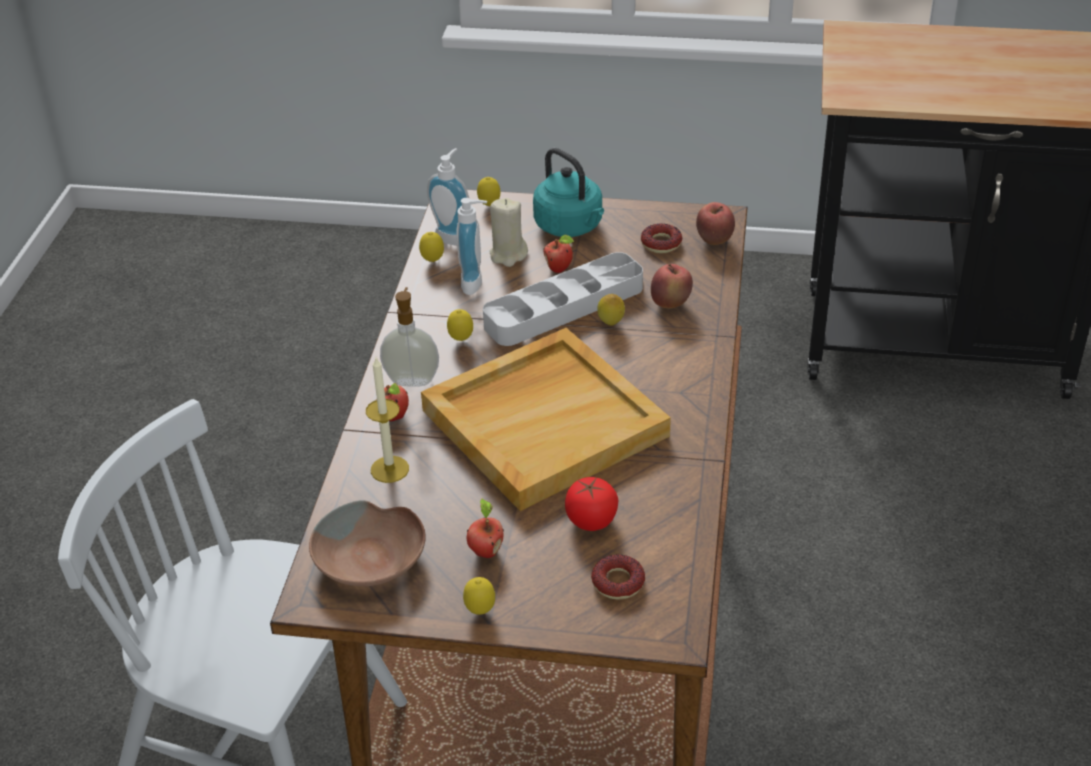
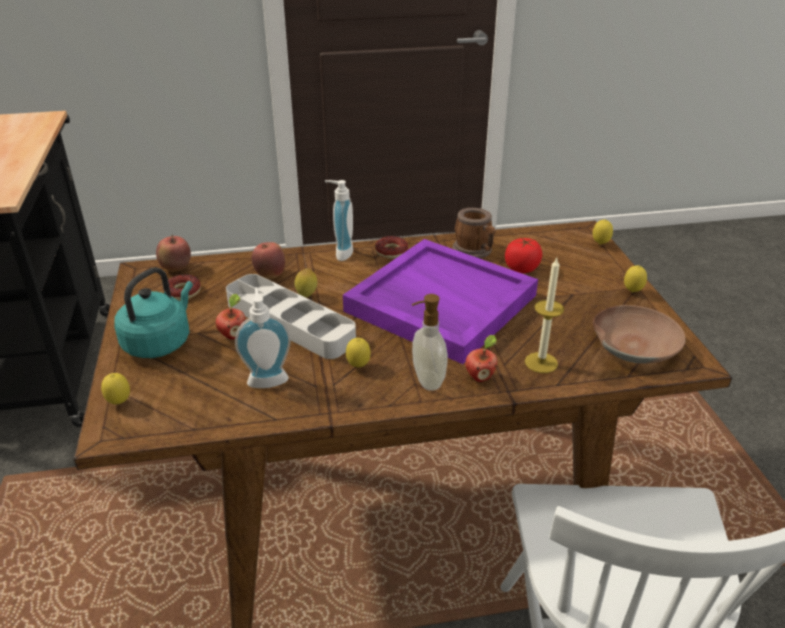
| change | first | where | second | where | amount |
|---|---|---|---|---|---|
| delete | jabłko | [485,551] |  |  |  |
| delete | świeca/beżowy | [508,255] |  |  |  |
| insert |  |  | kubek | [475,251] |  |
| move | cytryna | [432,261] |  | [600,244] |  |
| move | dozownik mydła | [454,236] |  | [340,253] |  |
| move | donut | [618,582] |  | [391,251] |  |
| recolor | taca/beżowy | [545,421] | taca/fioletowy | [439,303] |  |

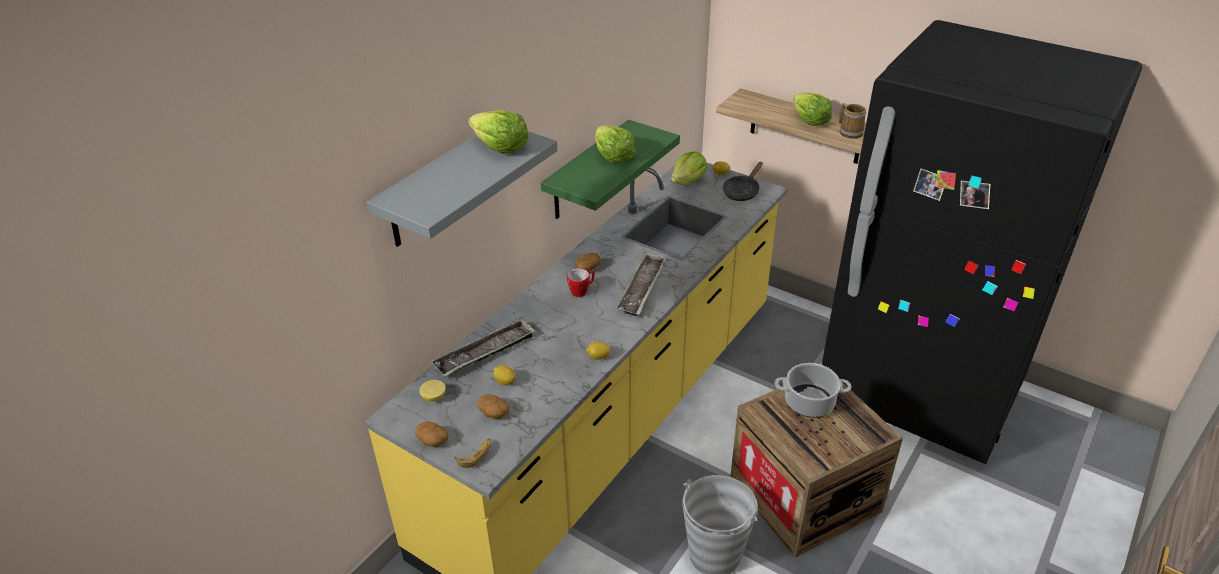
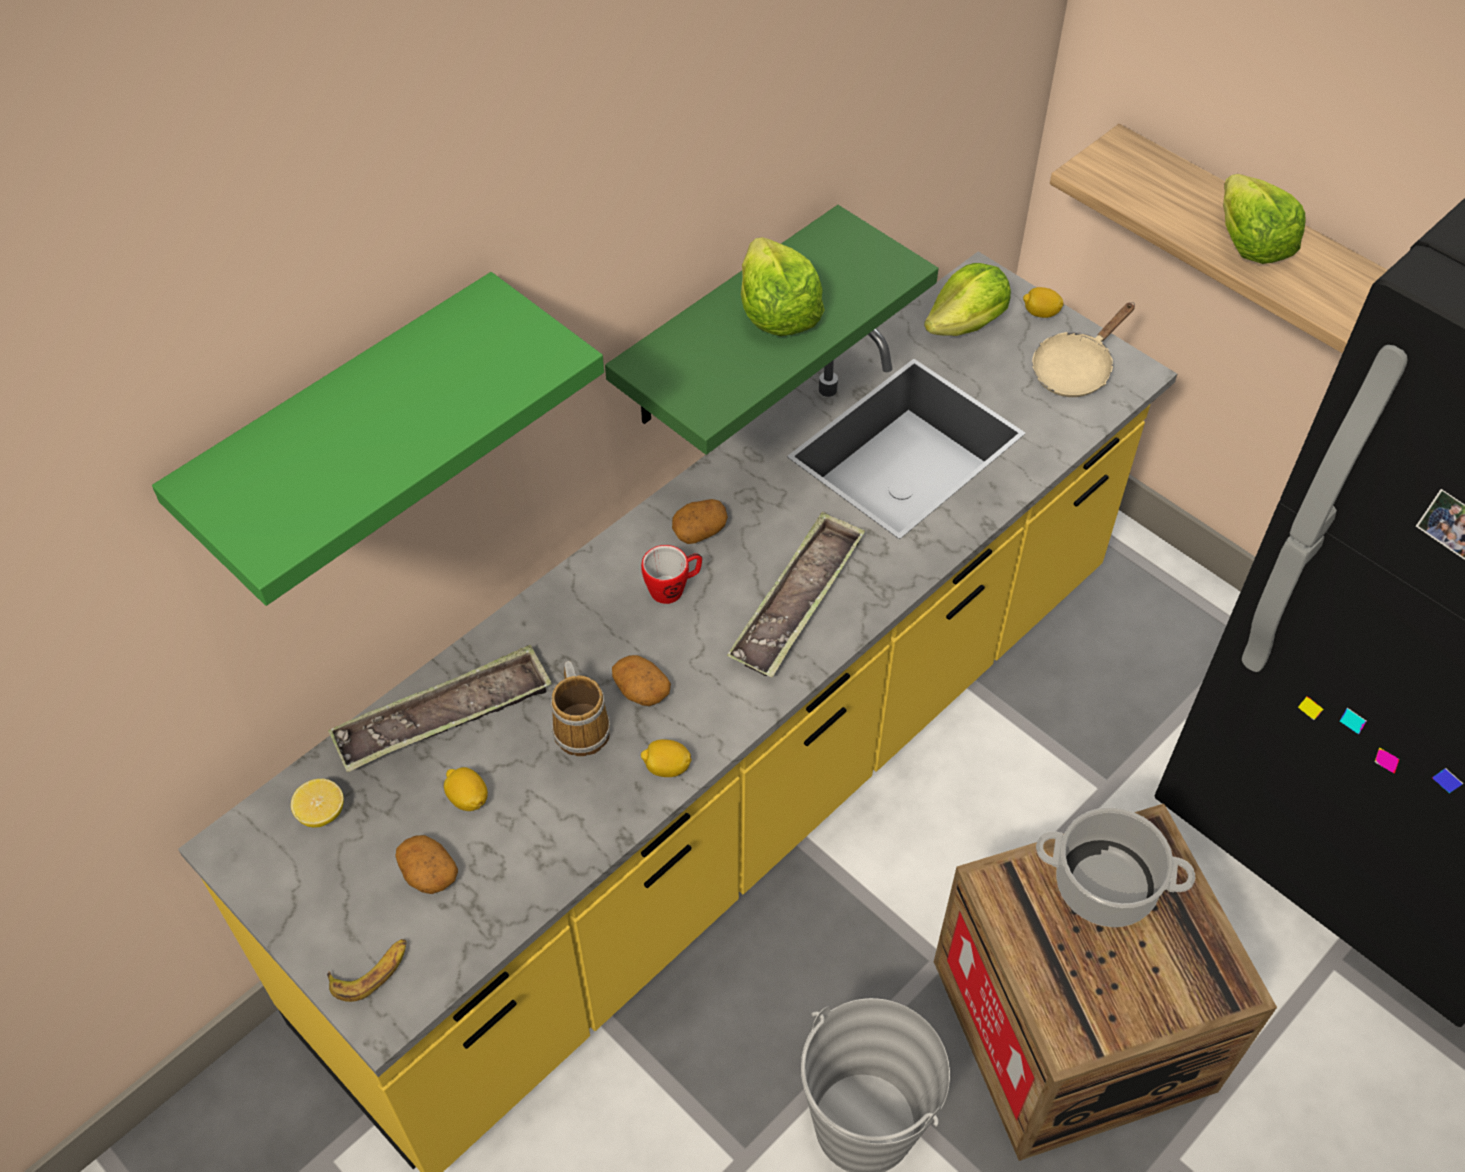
| change | first | where | second | where | amount |
|---|---|---|---|---|---|
| delete | sałata | [500,147] |  |  |  |
| move | ziemniak | [432,440] |  | [641,690] |  |
| move | kubek | [850,132] |  | [583,727] |  |
| recolor | półka/szary | [440,186] | półka/zielony | [344,420] |  |
| recolor | patelnia/czarny | [742,191] | patelnia/beżowy | [1075,369] |  |

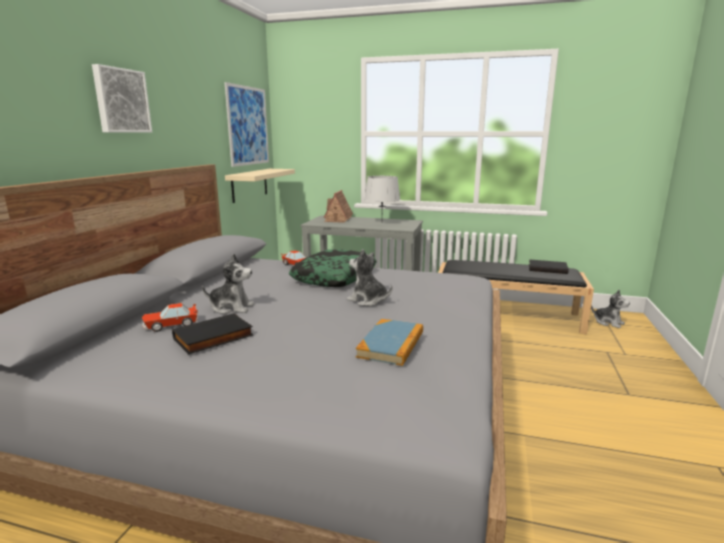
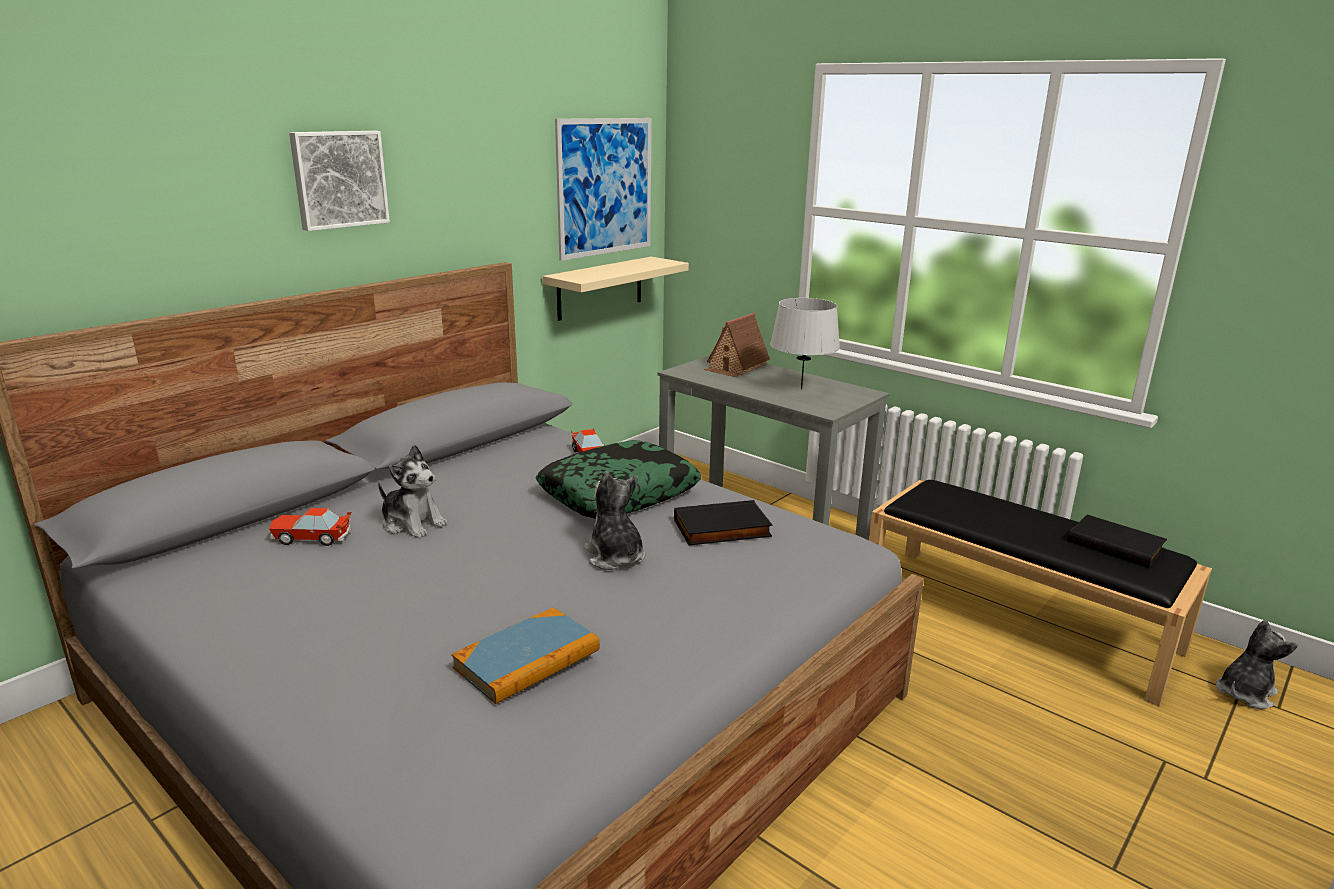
| change | first | where | second | where | amount |
|---|---|---|---|---|---|
| move | książka/czarny | [213,338] |  | [722,529] |  |
| rotate | pluszak | [608,322] |  | [1244,693] | 105 degrees counterclockwise |

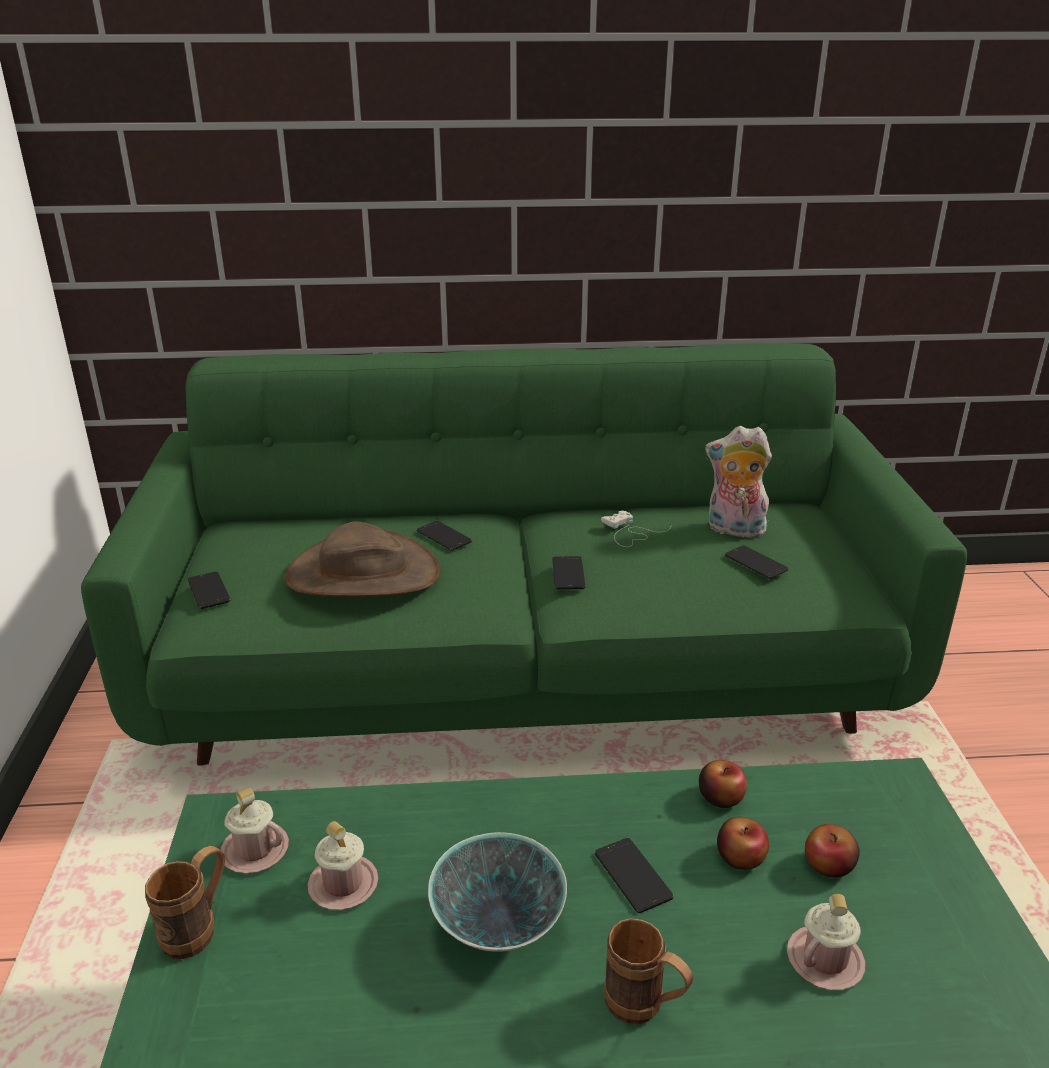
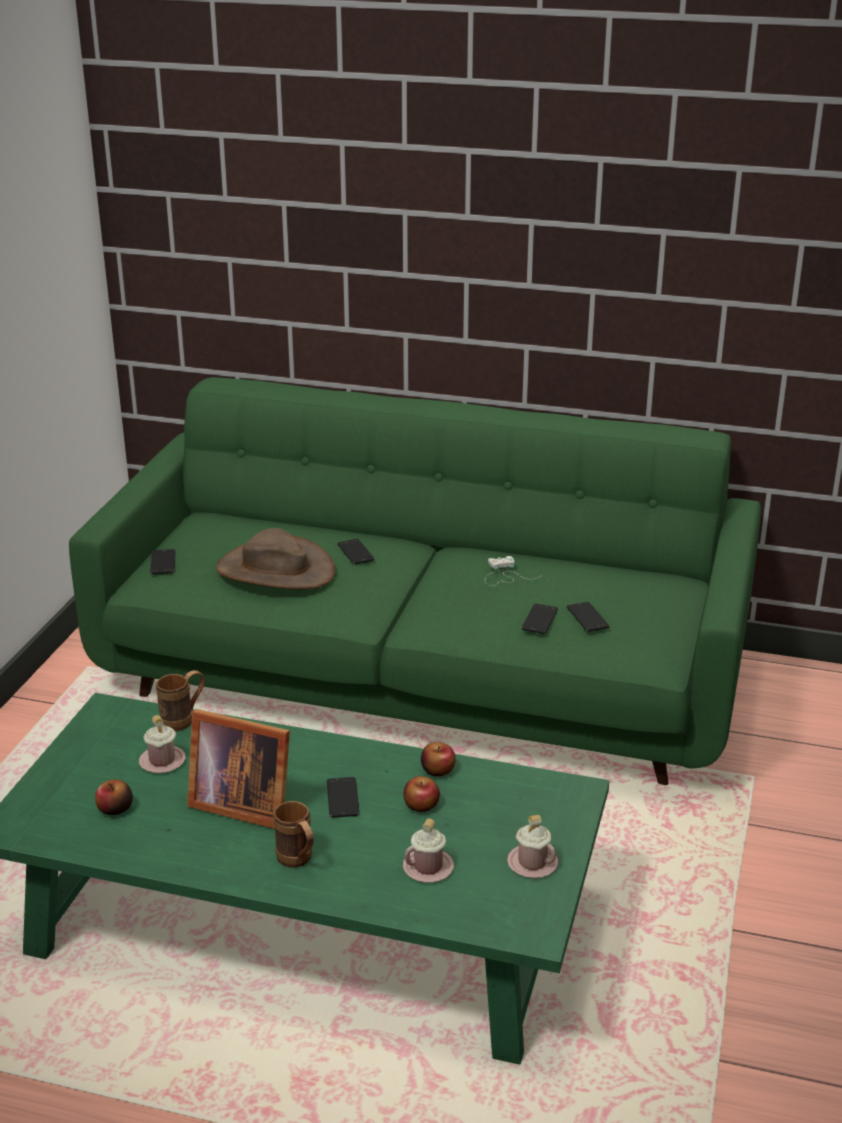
| change | first | where | second | where | amount |
|---|---|---|---|---|---|
| delete | pluszak | [733,530] |  |  |  |
| move | kubek/brązowy | [199,928] |  | [184,720] |  |
| move | kubek/różowy | [255,850] |  | [532,863] |  |
| move | telefon | [568,573] |  | [539,619] |  |
| move | jabłko | [829,865] |  | [115,809] |  |
| replace | miska | [498,926] | ramka na zdjęcie | [240,803] |  |

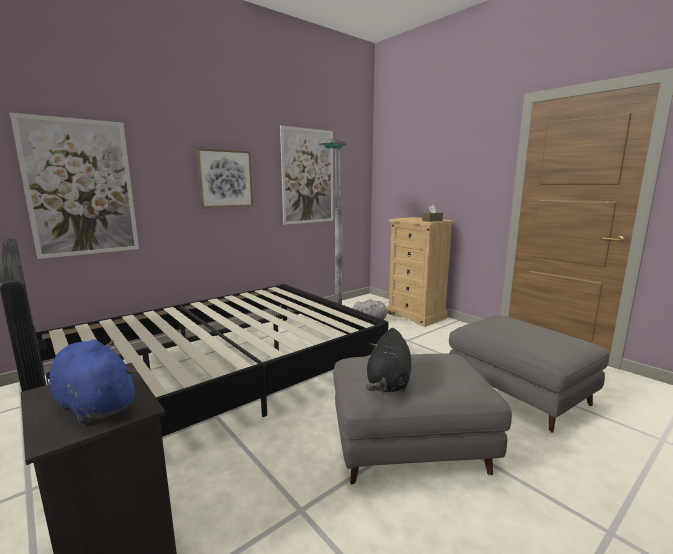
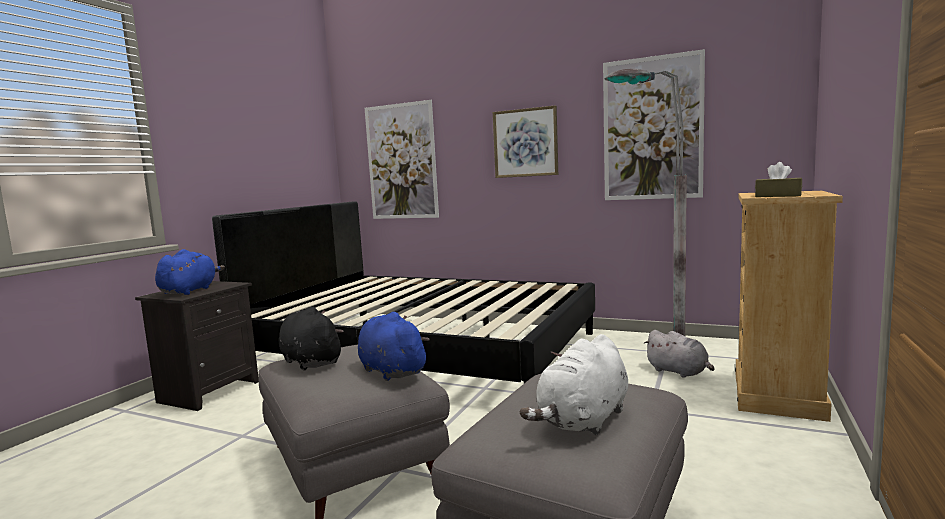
| change | first | where | second | where | amount |
|---|---|---|---|---|---|
| insert |  |  | pluszak/niebieski | [391,370] |  |
| insert |  |  | pluszak/biały | [583,420] |  |
| rotate | pluszak/czarny | [388,383] |  | [310,361] | 60 degrees clockwise |

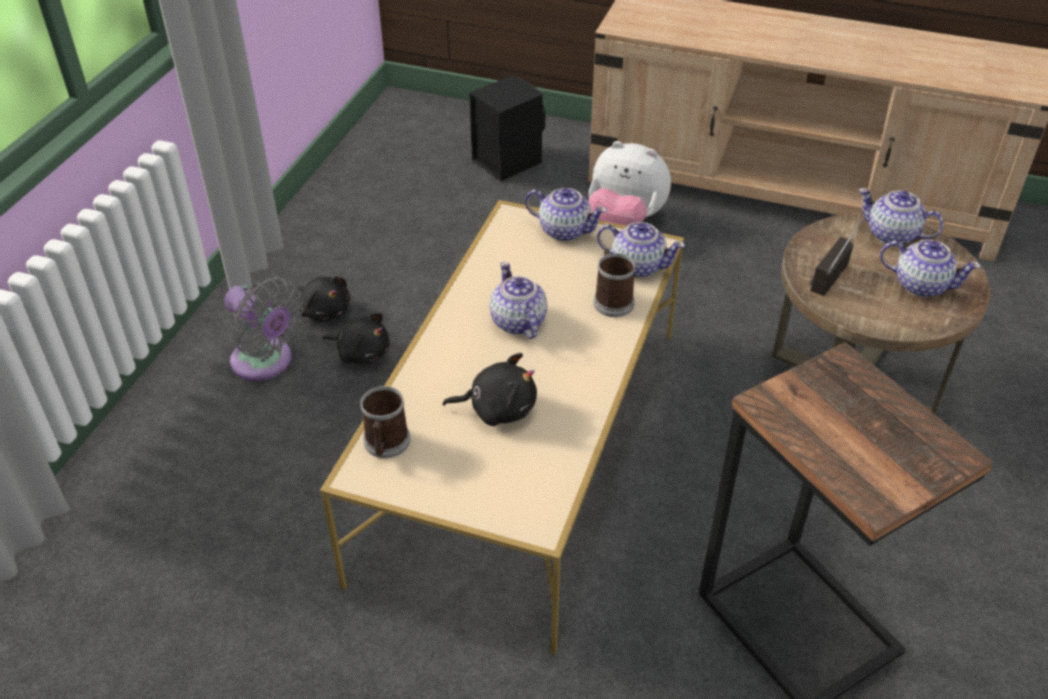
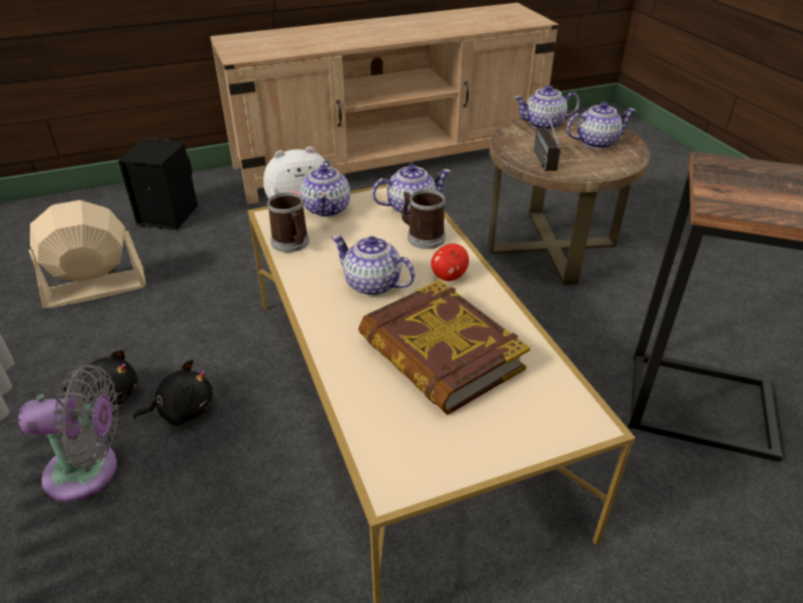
| change | first | where | second | where | amount |
|---|---|---|---|---|---|
| insert |  |  | wentylator/beżowy | [94,288] |  |
| insert |  |  | jabłko | [448,276] |  |
| move | kubek | [386,445] |  | [292,243] |  |
| replace | pluszak/czarny | [498,408] | książka | [440,354] |  |
| rotate | imbryk | [564,230] |  | [327,208] | 105 degrees clockwise |

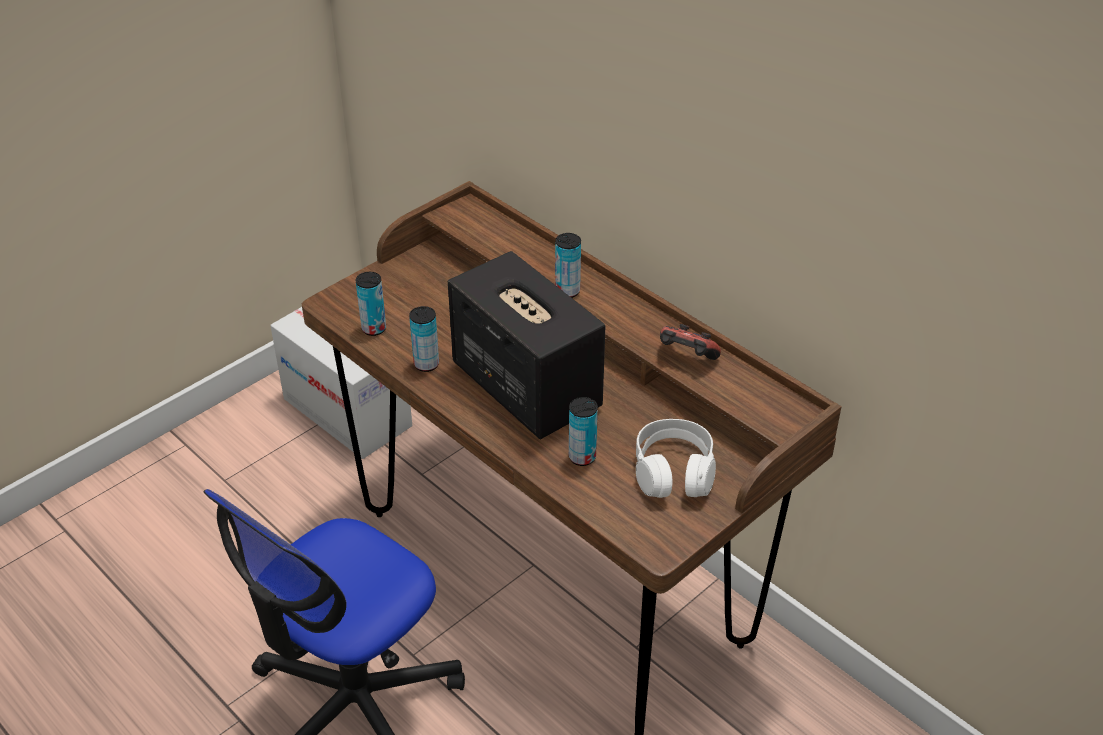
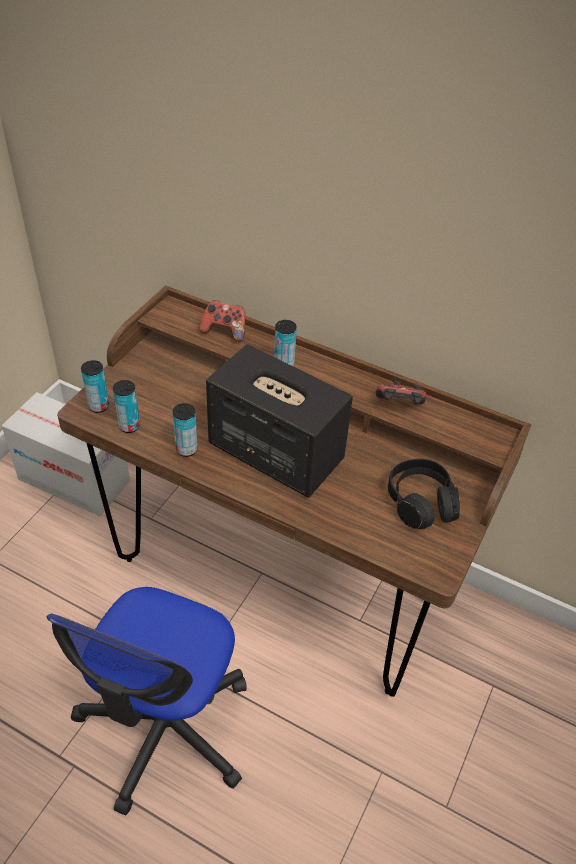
| change | first | where | second | where | amount |
|---|---|---|---|---|---|
| insert |  |  | pad do gier | [224,331] |  |
| move | puszka | [582,457] |  | [99,406] |  |
| recolor | słuchawki/biały | [673,471] | słuchawki/czarny | [421,502] |  |

